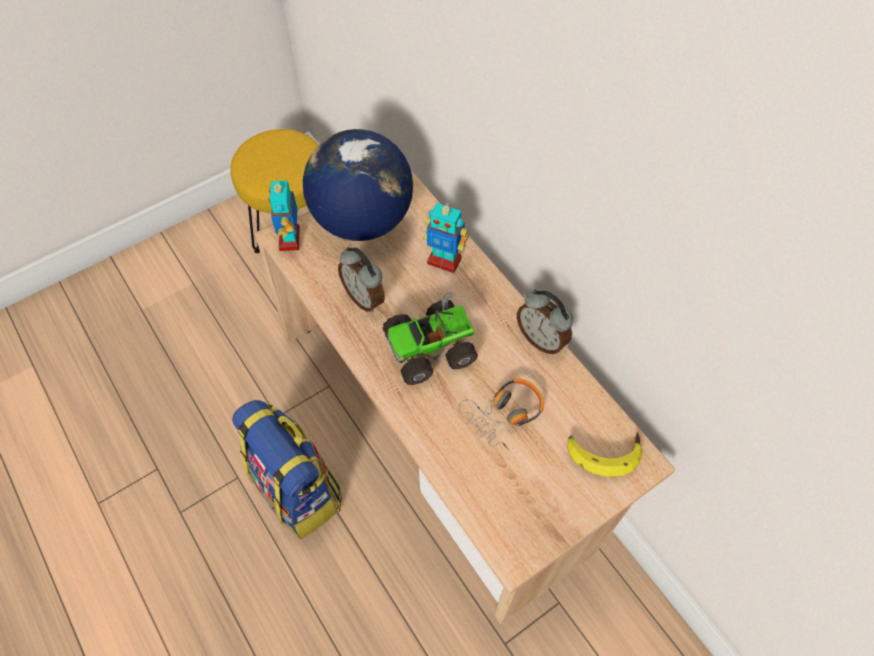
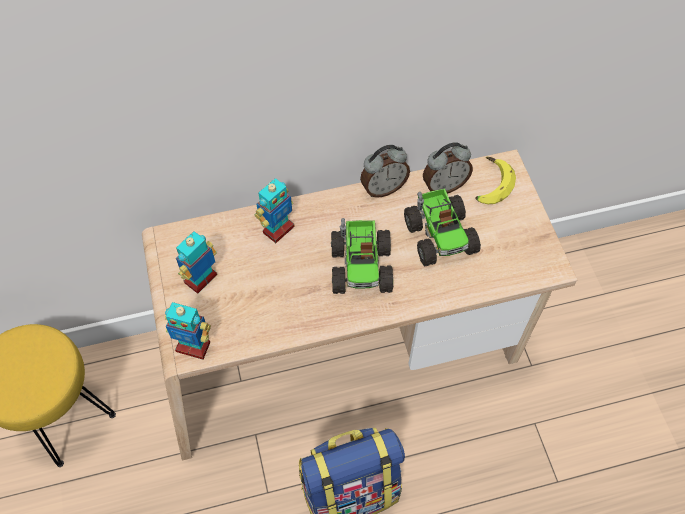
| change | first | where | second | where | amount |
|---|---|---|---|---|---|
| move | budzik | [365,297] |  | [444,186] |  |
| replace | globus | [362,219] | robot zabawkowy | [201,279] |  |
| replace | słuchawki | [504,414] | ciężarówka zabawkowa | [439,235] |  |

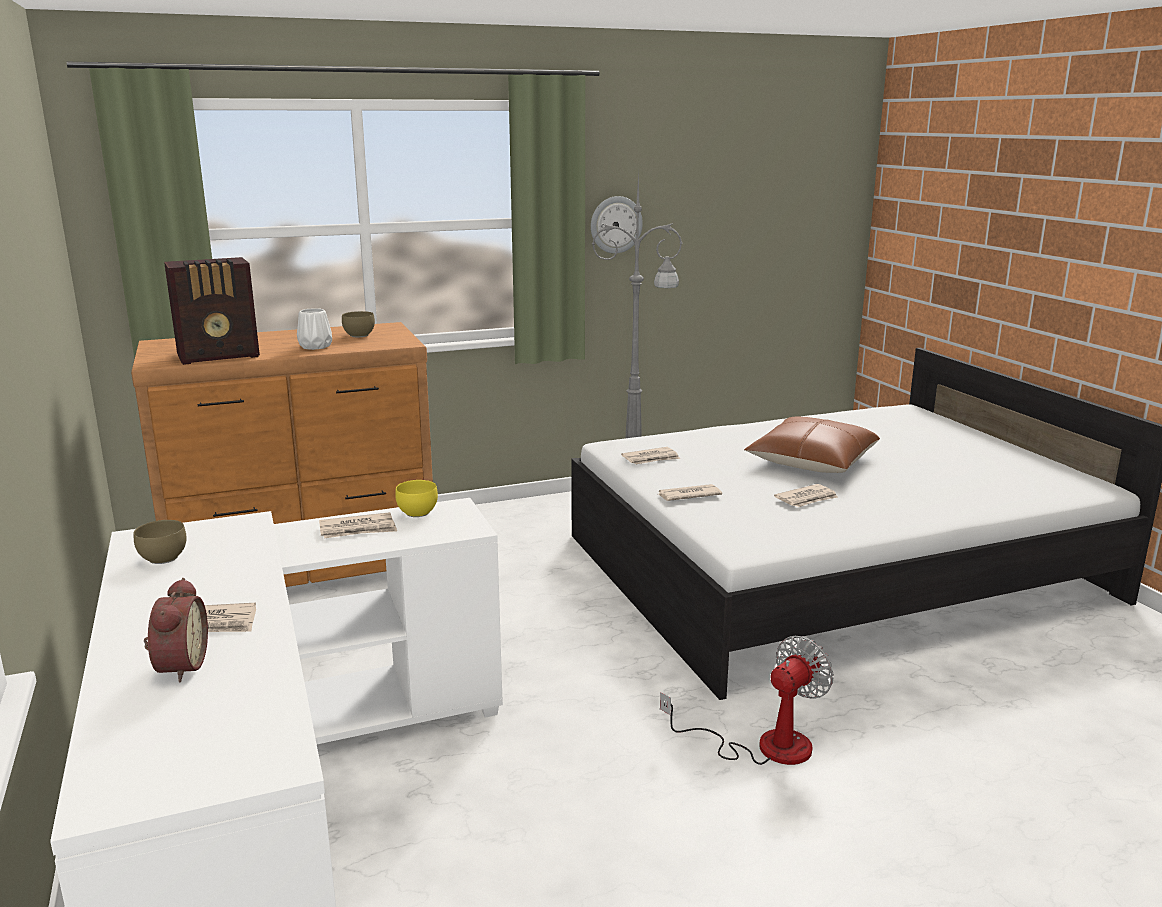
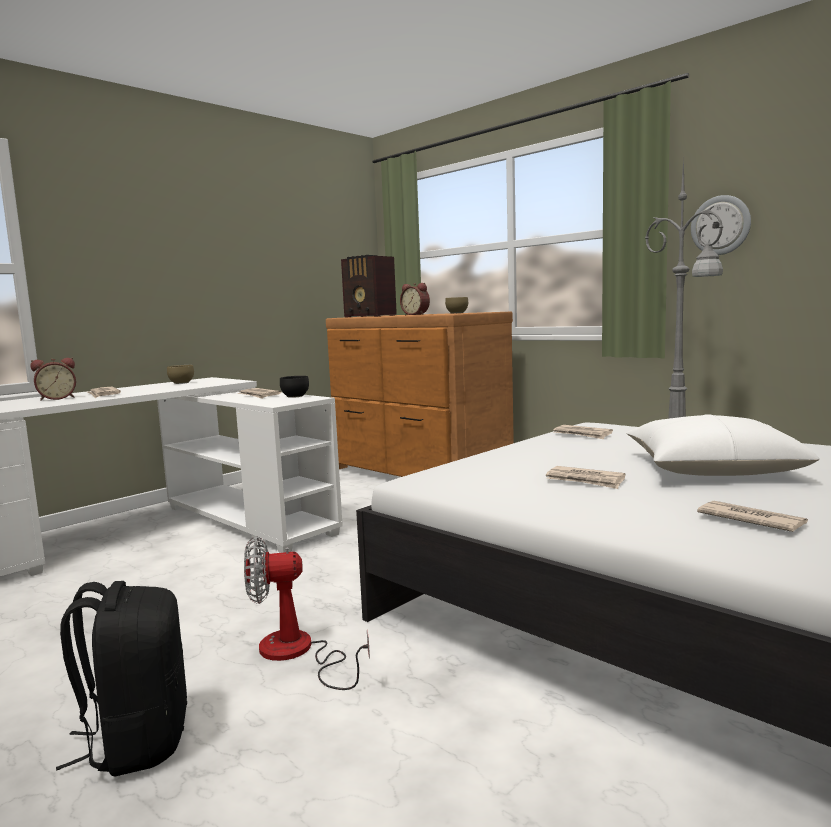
| change | first | where | second | where | amount |
|---|---|---|---|---|---|
| insert |  |  | plecak/czarny | [137,741] |  |
| move | gazeta | [688,495] |  | [750,520] |  |
| replace | wazon/biały | [316,346] | budzik | [416,314] |  |
| recolor | miska/żółty | [418,513] | miska/czarny | [294,396] |  |
| recolor | poduszka/brązowy | [811,461] | poduszka/biały | [711,469] |  |
| rotate | wentylator | [764,746] |  | [297,653] | 150 degrees clockwise |

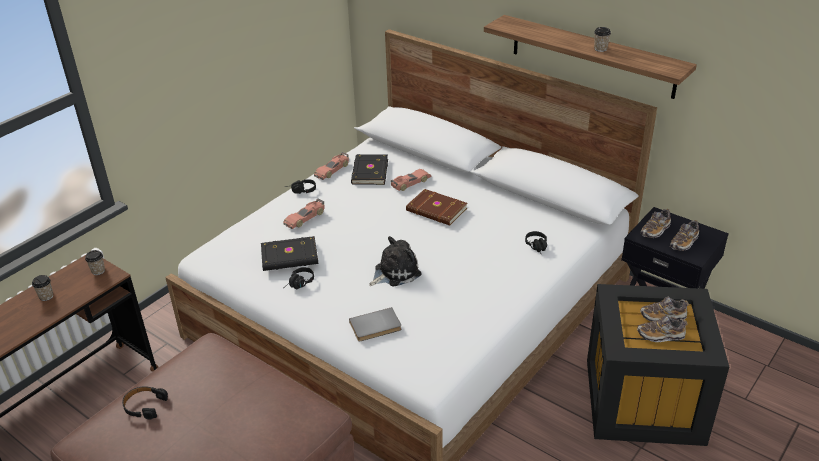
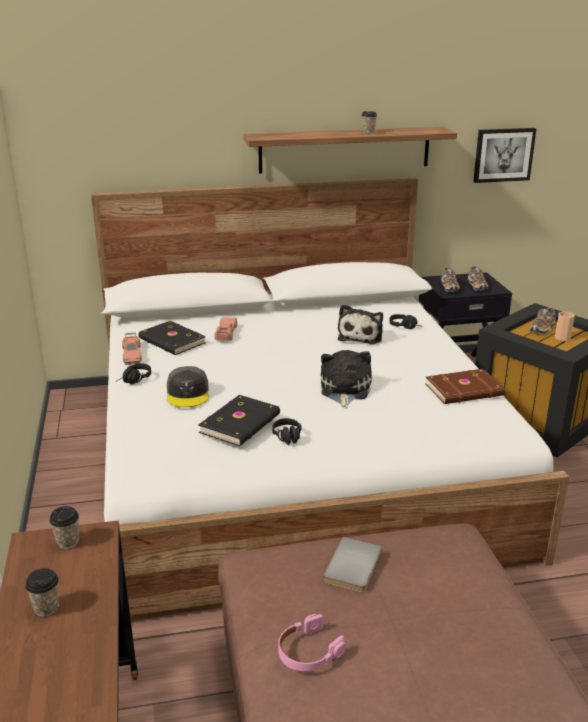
| change | first | where | second | where | amount |
|---|---|---|---|---|---|
| insert |  |  | pluszak | [361,336] |  |
| insert |  |  | obraz | [503,155] |  |
| move | książka/szary | [376,327] |  | [355,567] |  |
| move | książka/brązowy | [436,210] |  | [465,390] |  |
| replace | samochodzik | [305,218] | czapka z daszkiem/szary | [188,393] |  |
| replace | but | [660,335] | filiżanka | [562,338] |  |
| recolor | słuchawki/czarny | [144,406] | słuchawki/różowy | [308,651] |  |

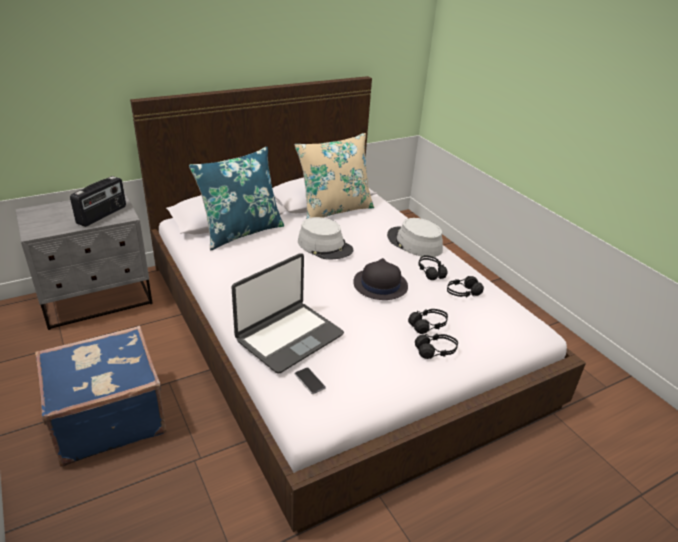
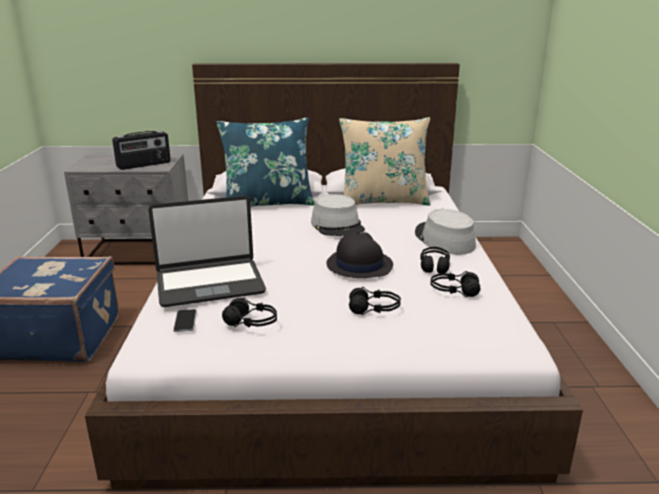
| change | first | where | second | where | amount |
|---|---|---|---|---|---|
| move | słuchawki/czarny | [436,351] |  | [251,323] |  |

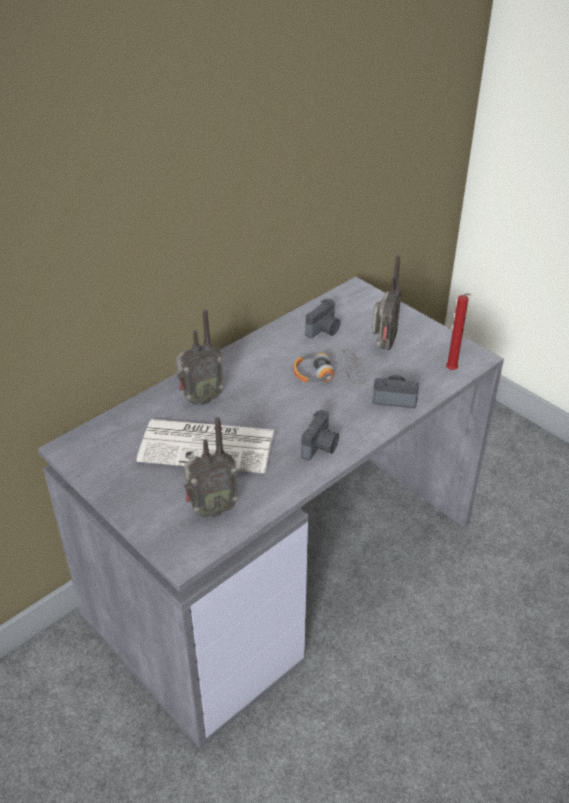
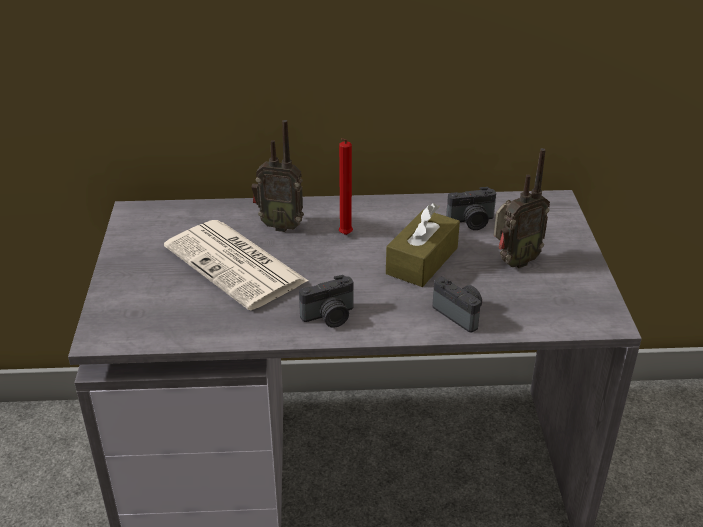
| change | first | where | second | where | amount |
|---|---|---|---|---|---|
| delete | radio | [211,509] |  |  |  |
| move | świeca/czerwony | [452,371] |  | [344,236] |  |
| replace | słuchawki | [328,375] | pudełko chusteczek/brązowy | [422,261] |  |

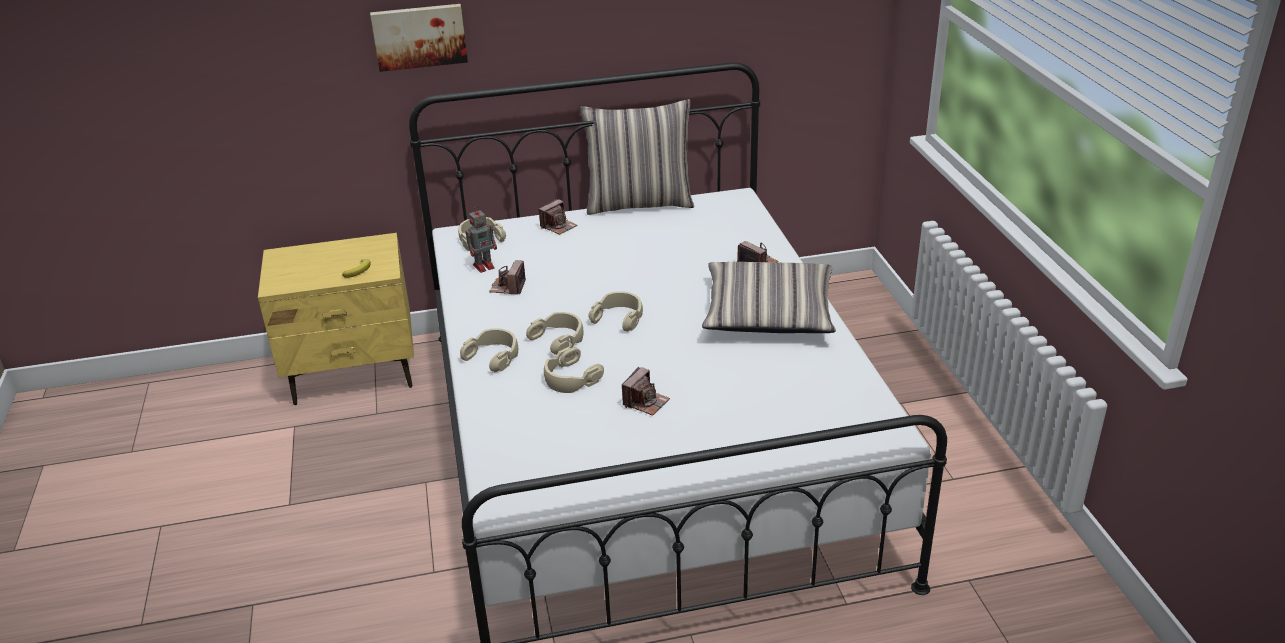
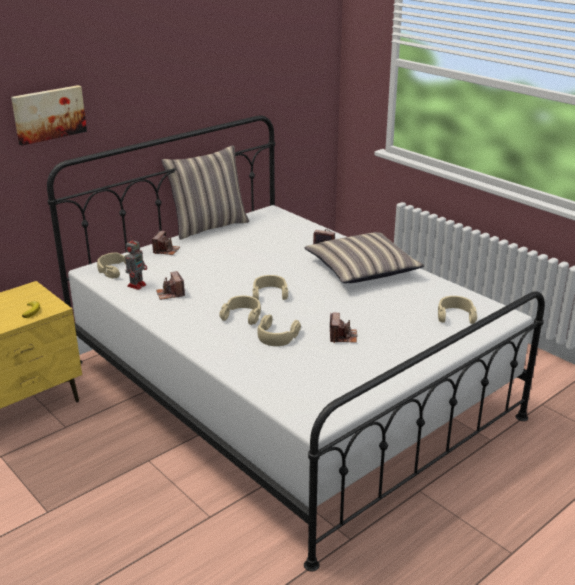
| change | first | where | second | where | amount |
|---|---|---|---|---|---|
| move | słuchawki/beżowy | [493,356] |  | [455,315] |  |

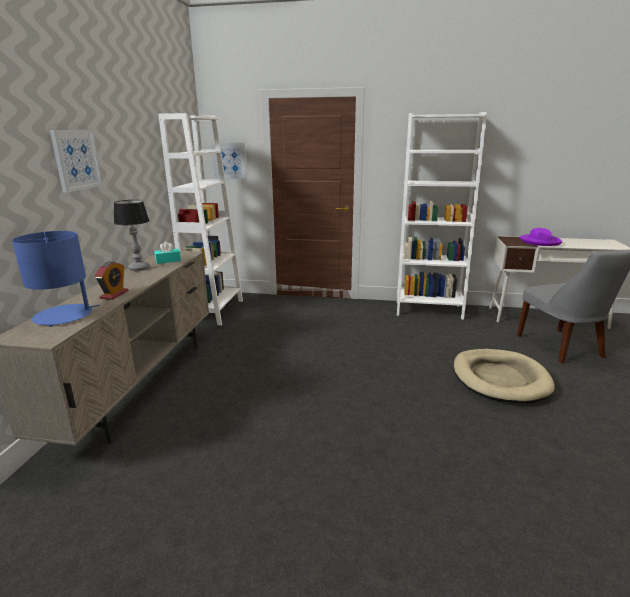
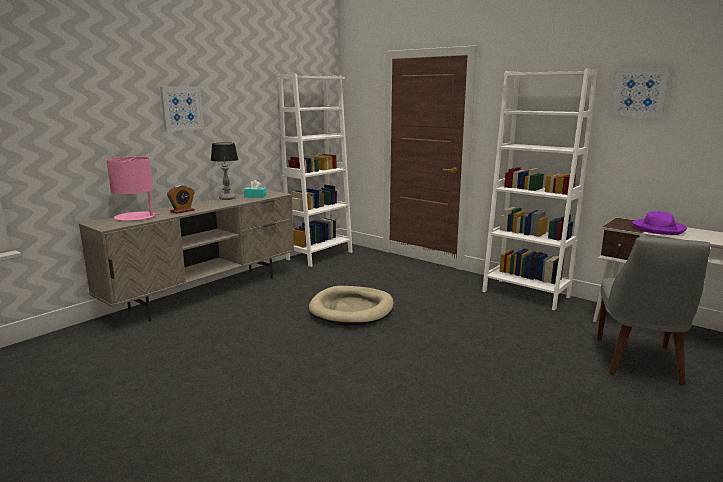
| change | first | where | second | where | amount |
|---|---|---|---|---|---|
| move | obraz | [229,161] |  | [640,92] |  |
| move | legowisko/beżowy | [500,379] |  | [352,309] |  |
| recolor | lampa stołowa/niebieski | [64,316] | lampa stołowa/różowy | [136,217] |  |

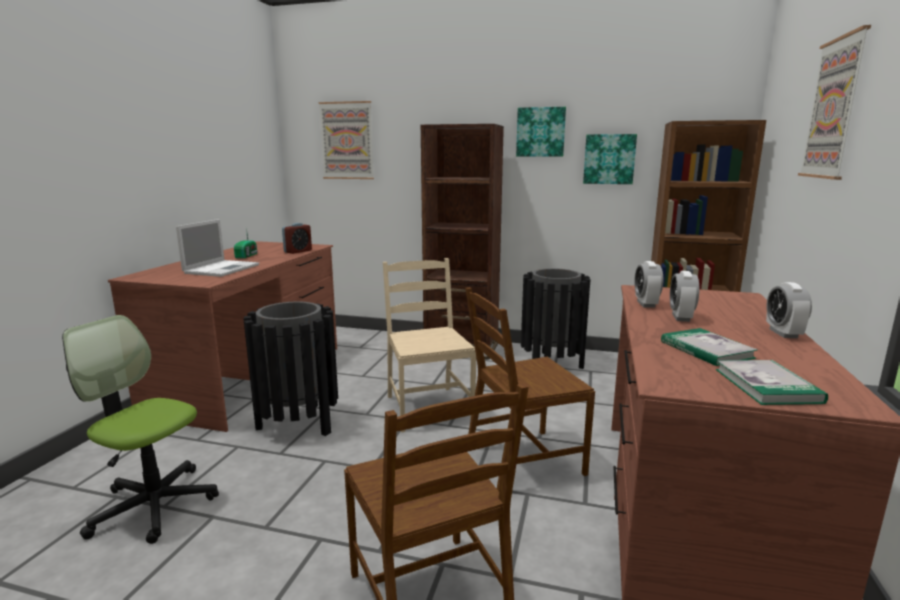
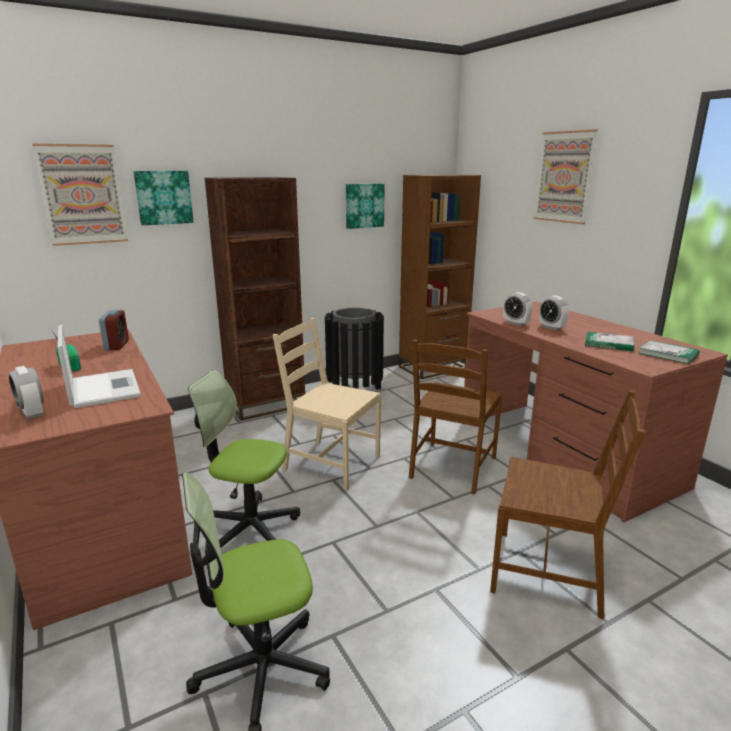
| change | first | where | second | where | amount |
|---|---|---|---|---|---|
| move | obraz | [540,132] |  | [163,197] |  |
| move | budzik | [783,333] |  | [32,413] |  |
| replace | kosz na śmieci/czarny | [298,423] | krzesło biurowe | [249,529] |  |

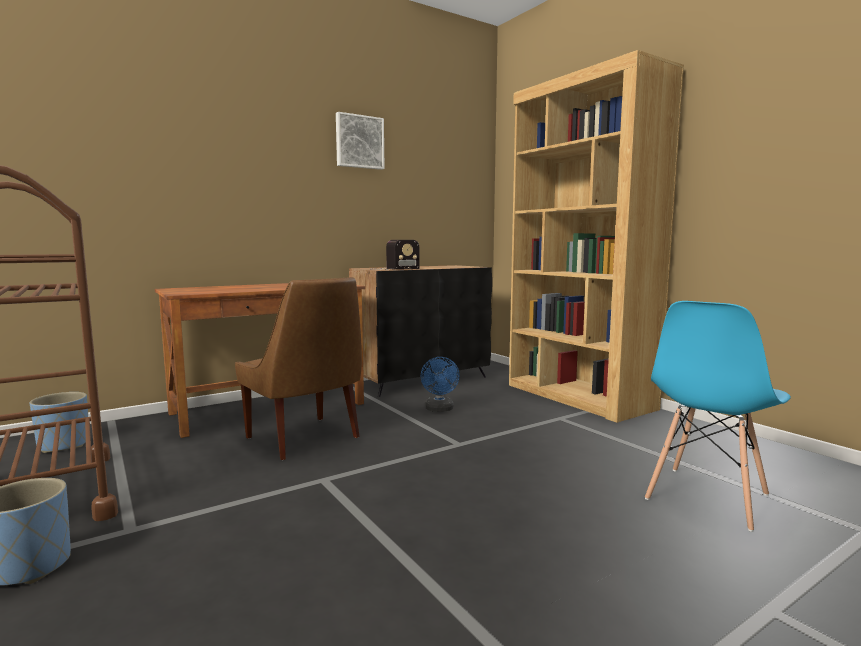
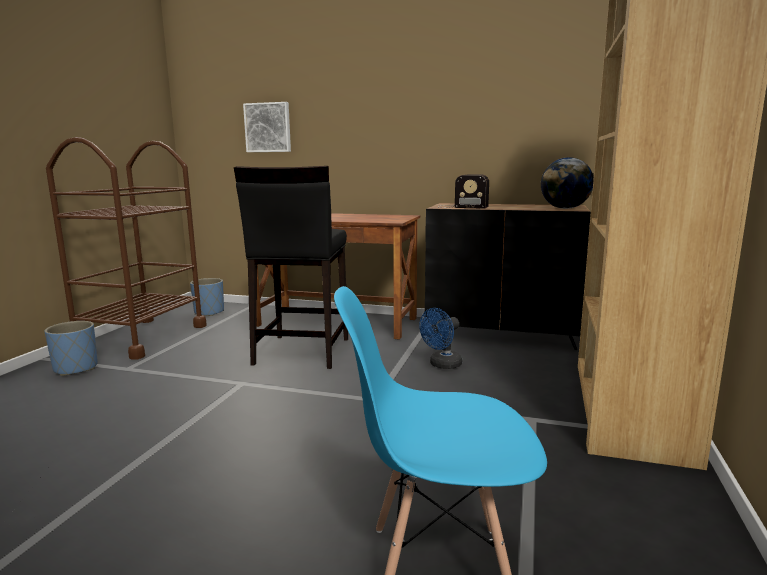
| change | first | where | second | where | amount |
|---|---|---|---|---|---|
| insert |  |  | globus | [565,208] |  |
| move | obraz | [359,142] |  | [268,127] |  |
| replace | krzesło/brązowy | [305,439] | stołek/czarny | [301,352] |  |

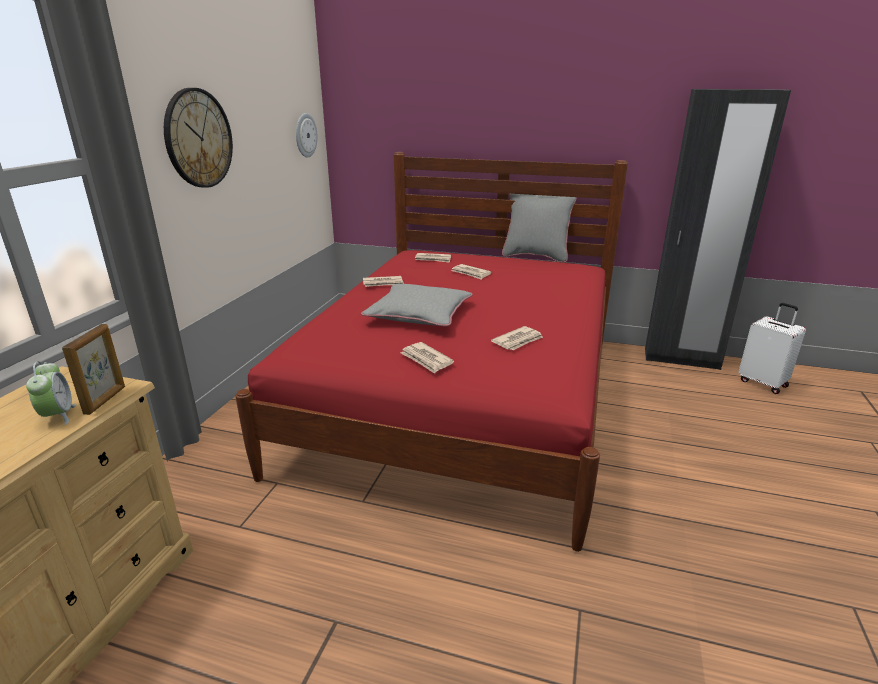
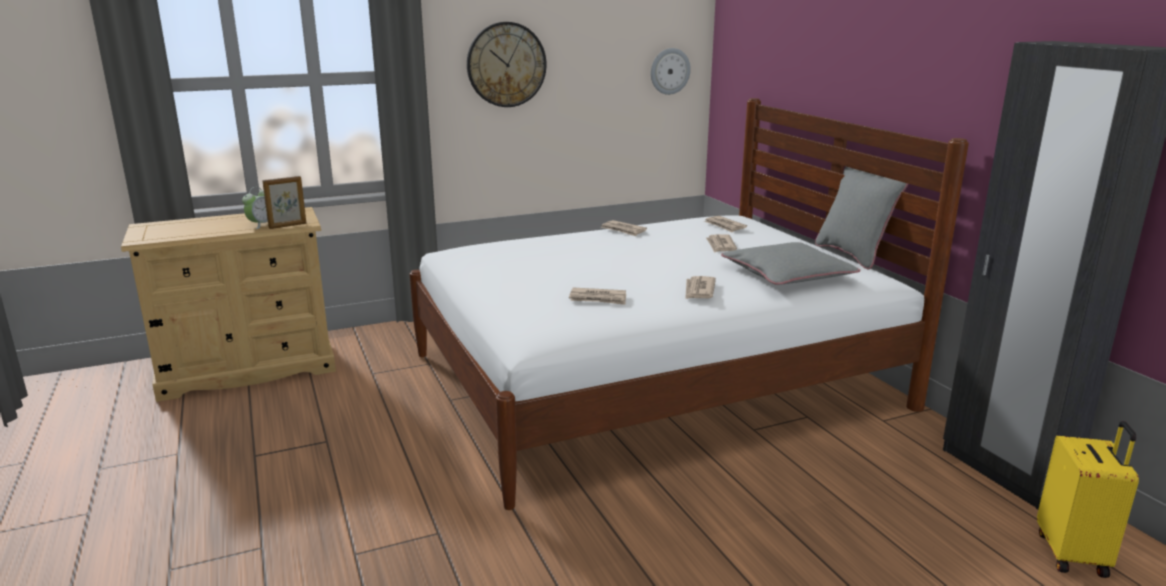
| change | first | where | second | where | amount |
|---|---|---|---|---|---|
| move | poduszka/szary | [419,314] |  | [787,274] |  |
| move | gazeta | [426,359] |  | [699,290] |  |
| recolor | łóżko/czerwony | [462,398] | łóżko/biały | [652,381] |  |
| recolor | walizka/biały | [763,383] | walizka/żółty | [1073,554] |  |

